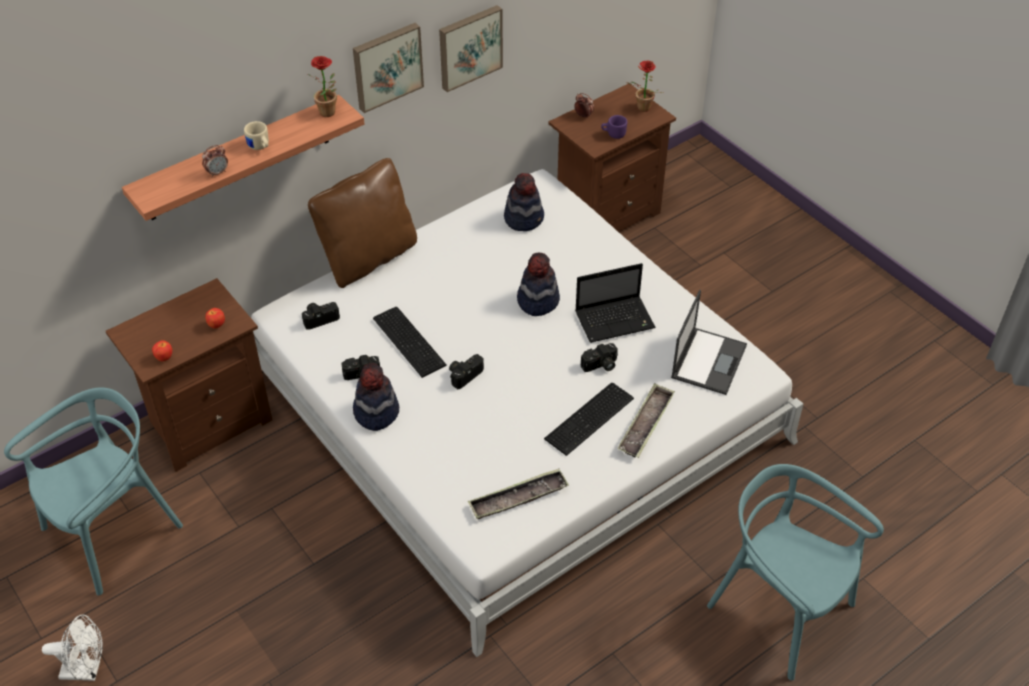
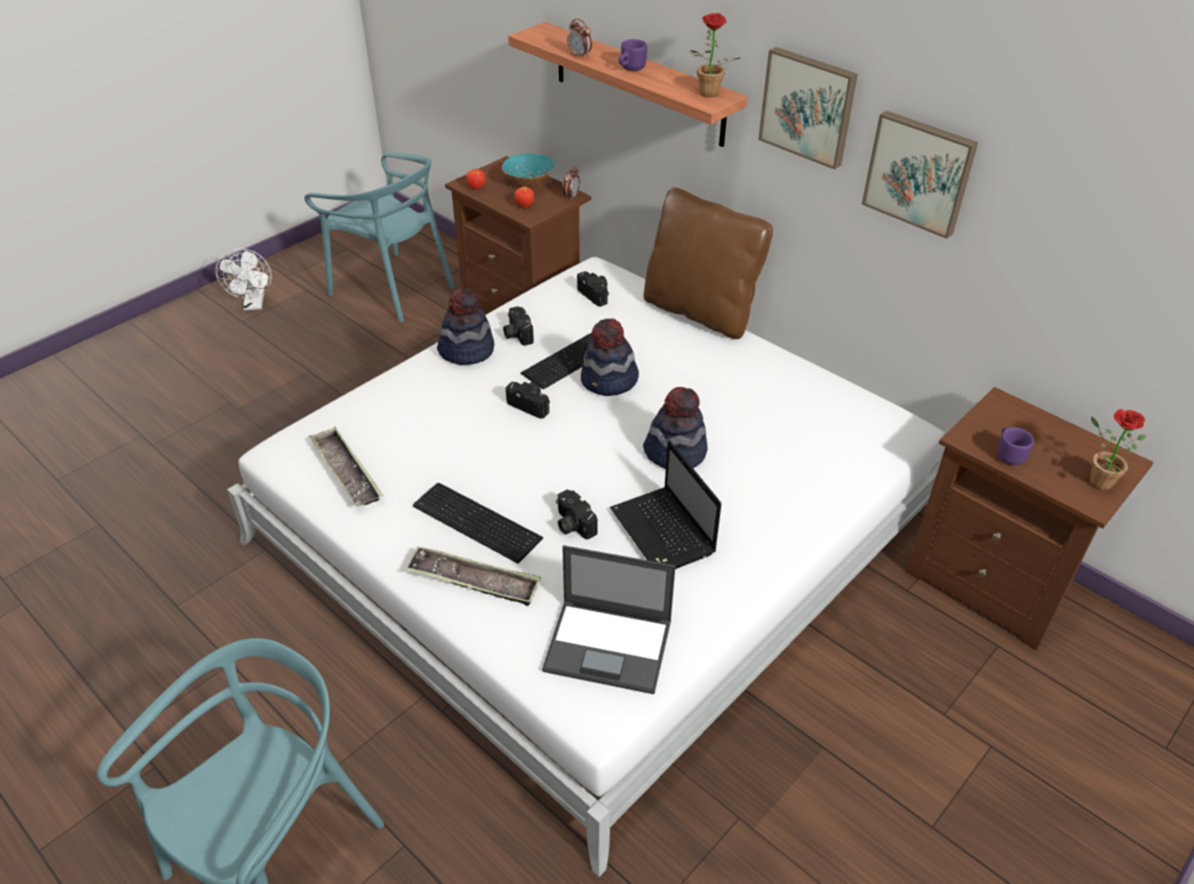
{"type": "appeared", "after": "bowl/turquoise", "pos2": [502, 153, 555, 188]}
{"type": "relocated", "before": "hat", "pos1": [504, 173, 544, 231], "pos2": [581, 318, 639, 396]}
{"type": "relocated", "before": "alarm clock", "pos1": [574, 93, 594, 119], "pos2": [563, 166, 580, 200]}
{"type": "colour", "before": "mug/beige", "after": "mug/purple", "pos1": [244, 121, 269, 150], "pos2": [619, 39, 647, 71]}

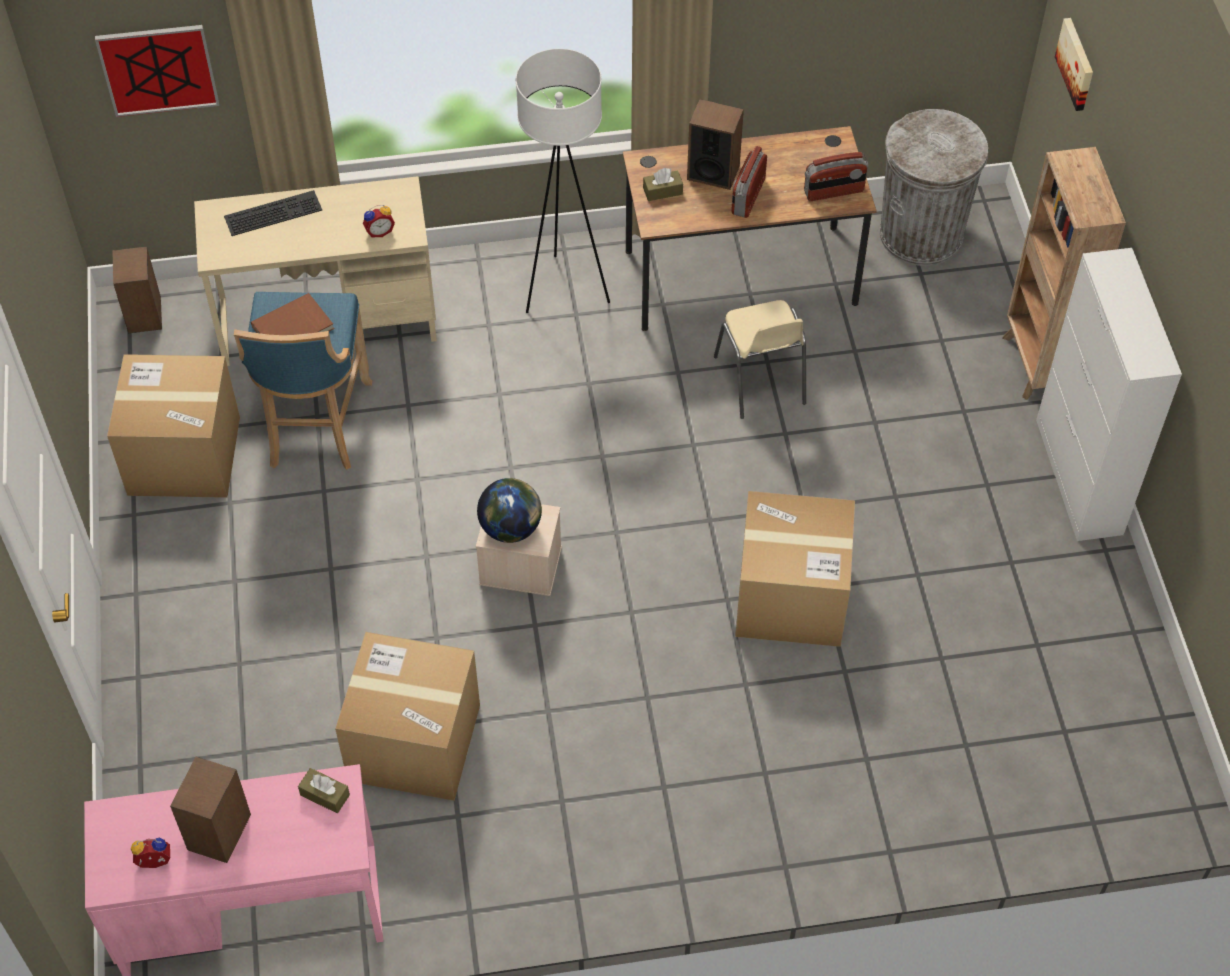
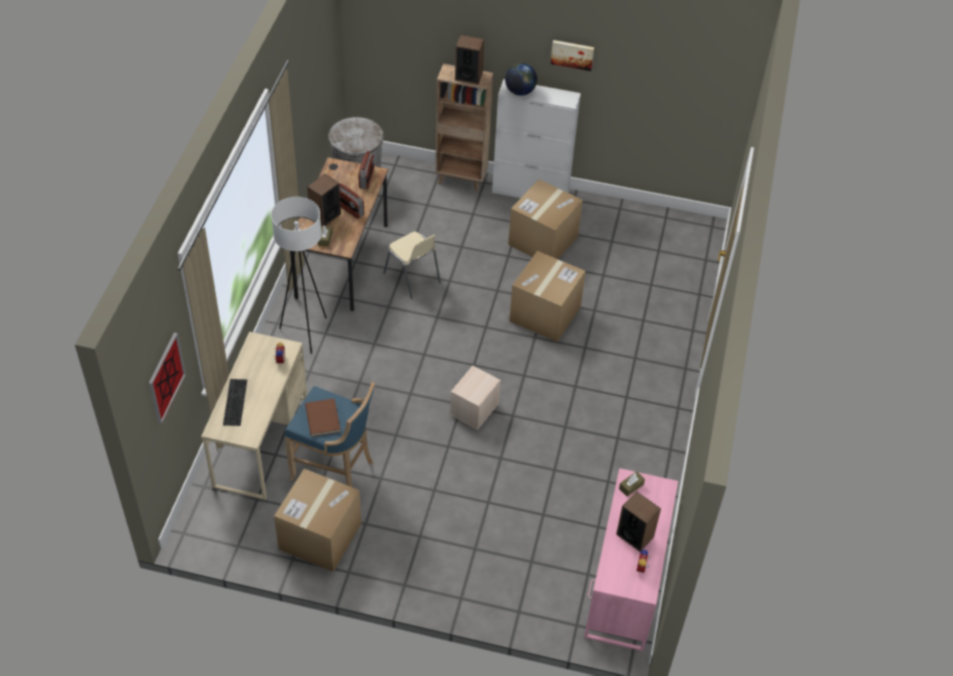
{"type": "relocated", "before": "speaker", "pos1": [112, 247, 162, 333], "pos2": [455, 35, 484, 84]}
{"type": "relocated", "before": "cardboard box", "pos1": [335, 632, 480, 801], "pos2": [508, 179, 583, 259]}
{"type": "relocated", "before": "globe", "pos1": [477, 478, 542, 543], "pos2": [505, 63, 537, 96]}
{"type": "relocated", "before": "picture", "pos1": [1055, 18, 1093, 111], "pos2": [551, 40, 594, 71]}
{"type": "spun", "before": "chair/beige", "pos1": [714, 300, 806, 419], "pos2": [384, 232, 441, 299], "turn": 45}

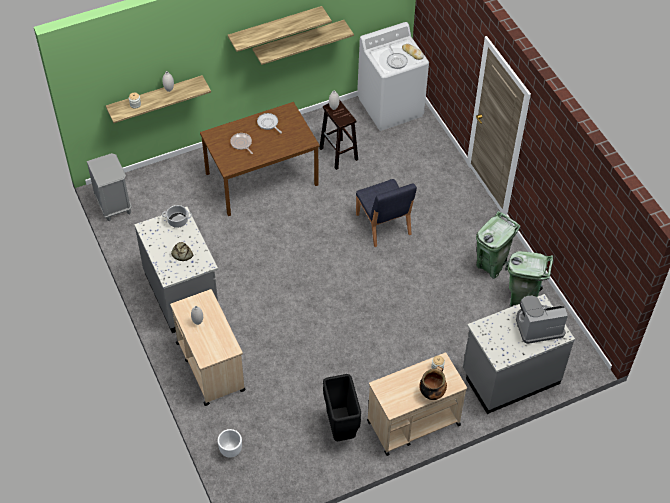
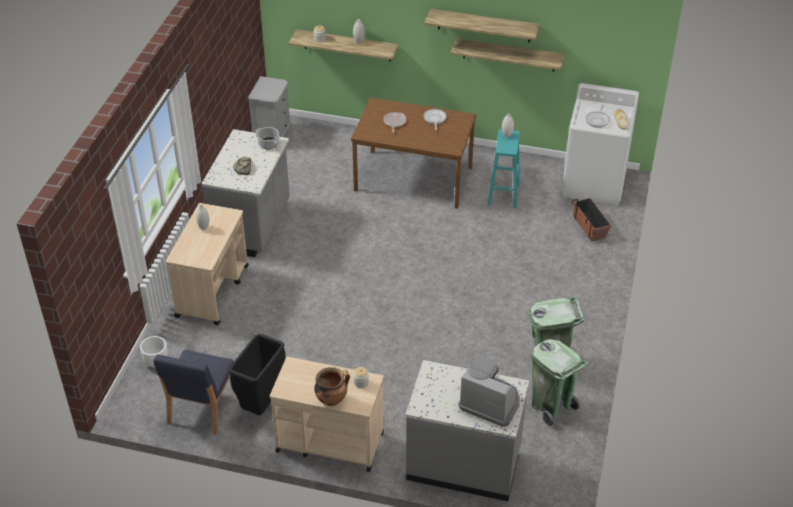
{"type": "appeared", "after": "planter", "pos2": [572, 198, 611, 241]}
{"type": "relocated", "before": "chair/blue", "pos1": [356, 179, 417, 247], "pos2": [153, 350, 235, 435]}
{"type": "colour", "before": "stool/brown", "after": "stool/turquoise", "pos1": [319, 100, 358, 170], "pos2": [487, 129, 520, 208]}

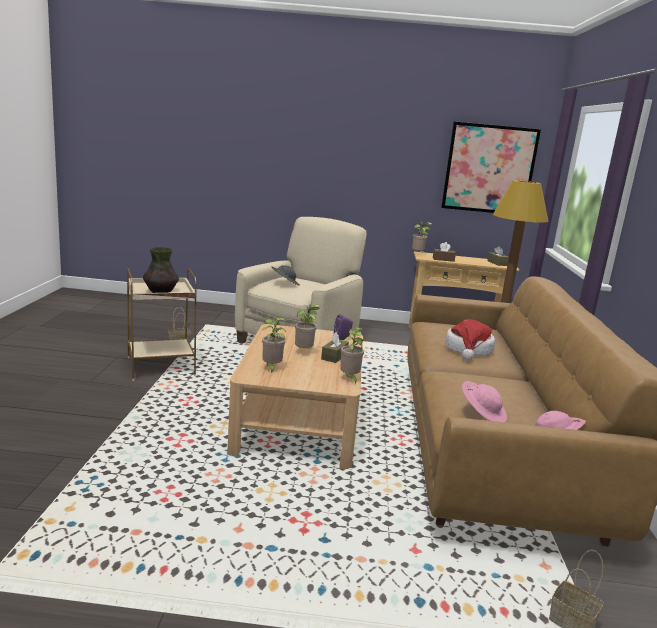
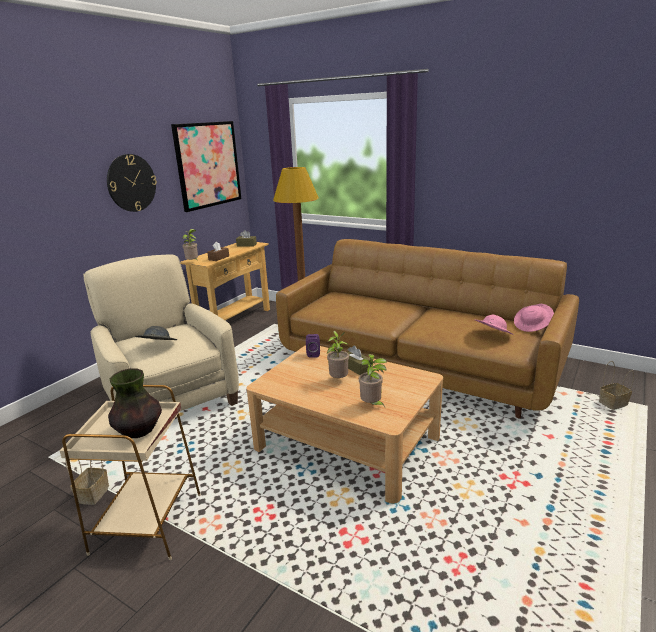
{"type": "missing", "before": "potted plant", "pos1": [340, 327, 364, 384]}
{"type": "missing", "before": "hat", "pos1": [445, 319, 495, 360]}
{"type": "appeared", "after": "wall clock", "pos2": [107, 154, 157, 212]}

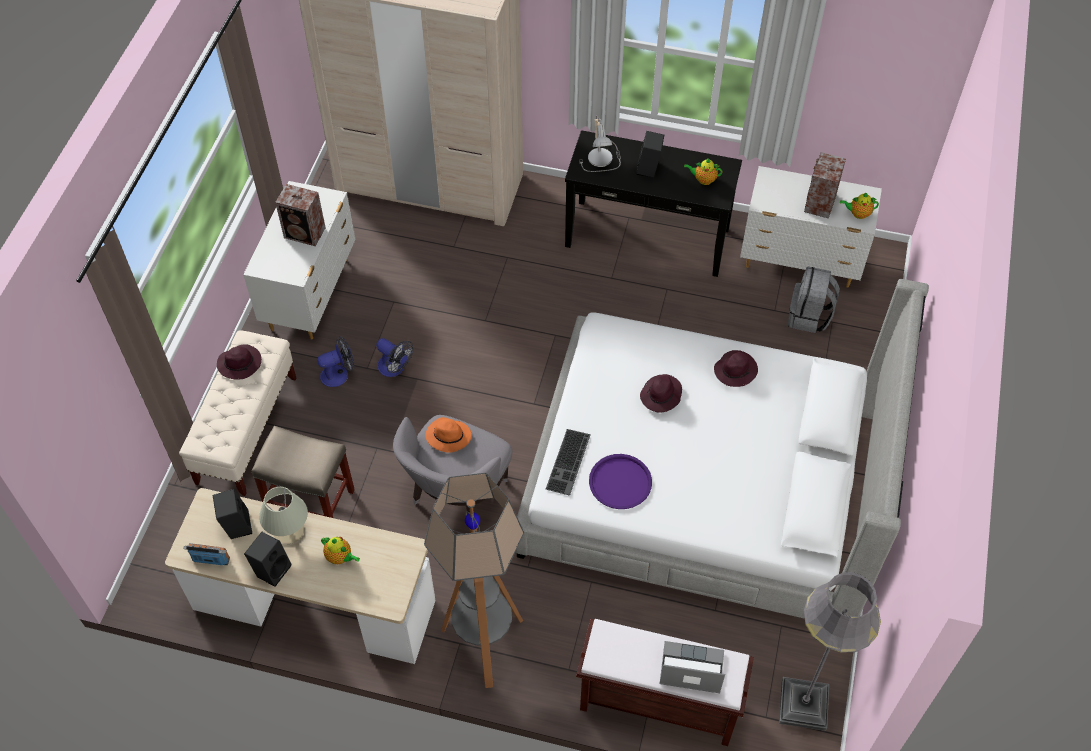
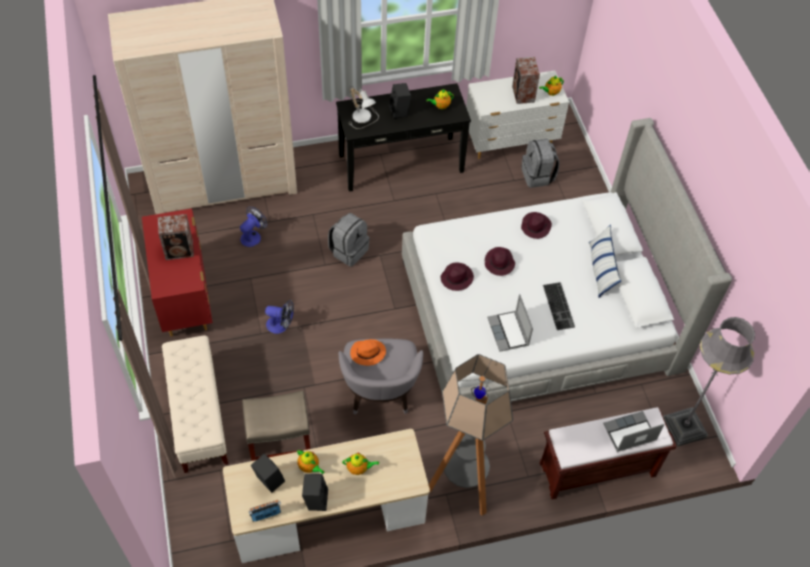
{"type": "appeared", "after": "backpack/grey", "pos2": [328, 213, 370, 267]}
{"type": "appeared", "after": "pillow", "pos2": [589, 225, 621, 298]}
{"type": "relocated", "before": "hat/purple", "pos1": [217, 344, 262, 380], "pos2": [441, 263, 474, 291]}
{"type": "relocated", "before": "fan", "pos1": [317, 336, 354, 387], "pos2": [240, 207, 267, 247]}
{"type": "relocated", "before": "keyboard", "pos1": [546, 429, 591, 495], "pos2": [543, 282, 575, 330]}
{"type": "exchanged", "before": "table lamp/beige", "after": "teapot", "pos1": [259, 487, 308, 544], "pos2": [297, 450, 324, 474]}
{"type": "exchanged", "before": "tray/purple", "after": "laptop", "pos1": [589, 454, 652, 509], "pos2": [487, 294, 533, 352]}
{"type": "colour", "before": "dresser/white", "after": "dresser/red", "pos1": [243, 181, 356, 340], "pos2": [142, 208, 213, 337]}

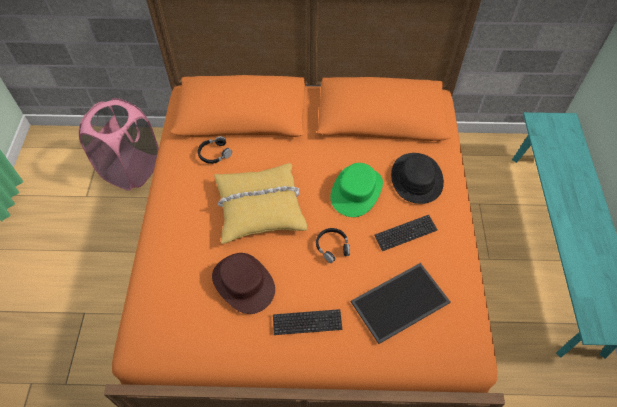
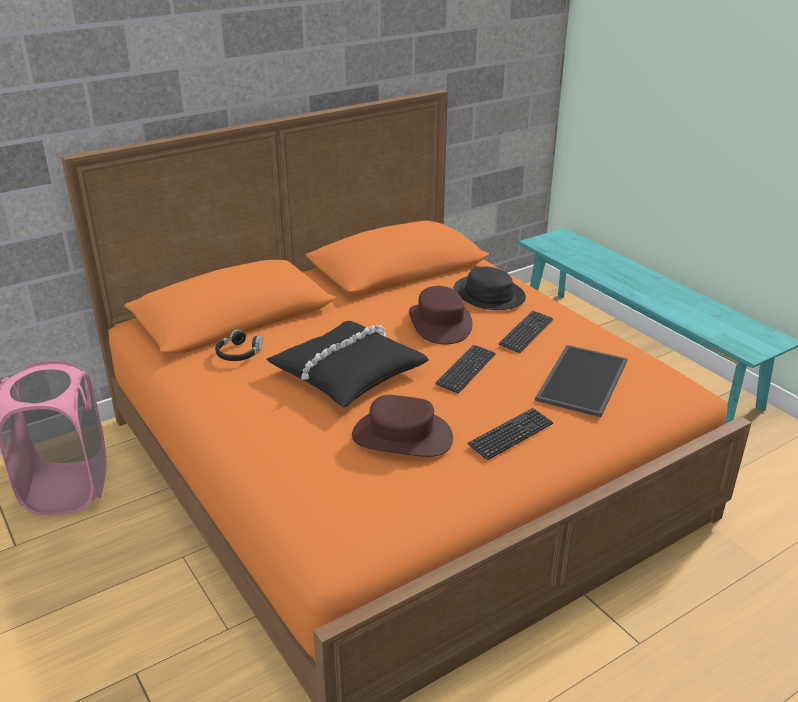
{"type": "exchanged", "before": "headphones/black", "after": "keyboard", "pos1": [316, 228, 350, 263], "pos2": [435, 345, 495, 394]}
{"type": "colour", "before": "pillow/yellow", "after": "pillow/black", "pos1": [214, 163, 307, 244], "pos2": [266, 321, 429, 407]}
{"type": "colour", "before": "hat/green", "after": "hat/brown", "pos1": [330, 163, 383, 217], "pos2": [409, 286, 473, 344]}

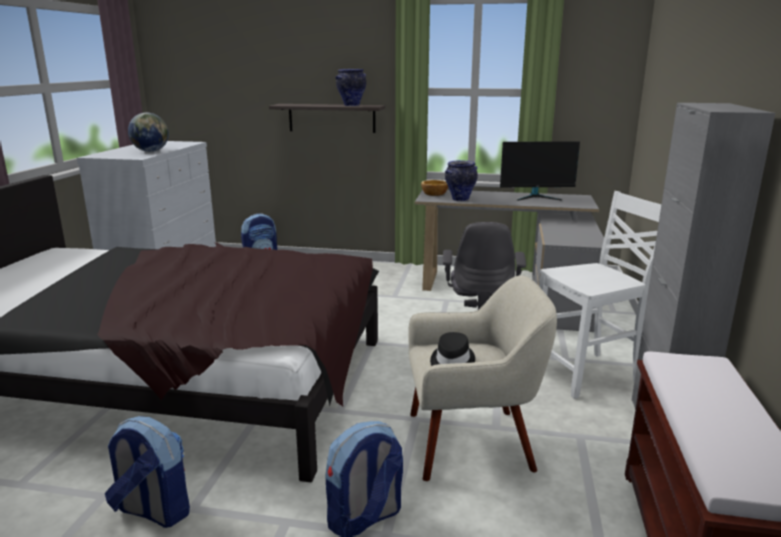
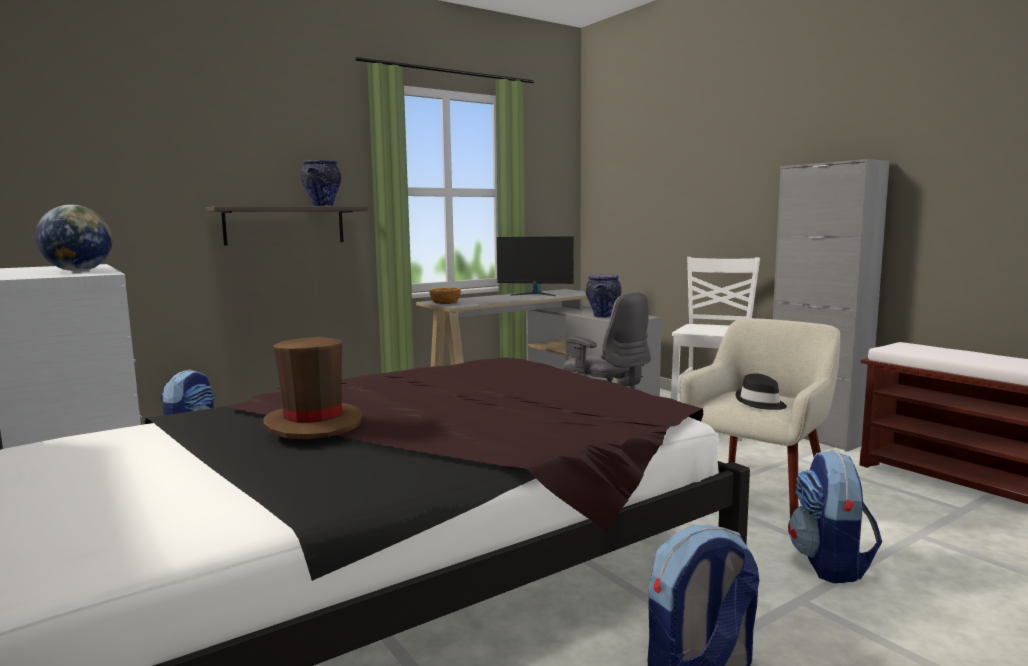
{"type": "appeared", "after": "hat/brown", "pos2": [264, 337, 363, 439]}
{"type": "relocated", "before": "vase", "pos1": [445, 160, 478, 201], "pos2": [586, 275, 621, 318]}
{"type": "spun", "before": "monitor", "pos1": [500, 141, 580, 201], "pos2": [497, 236, 574, 296], "turn": 60}

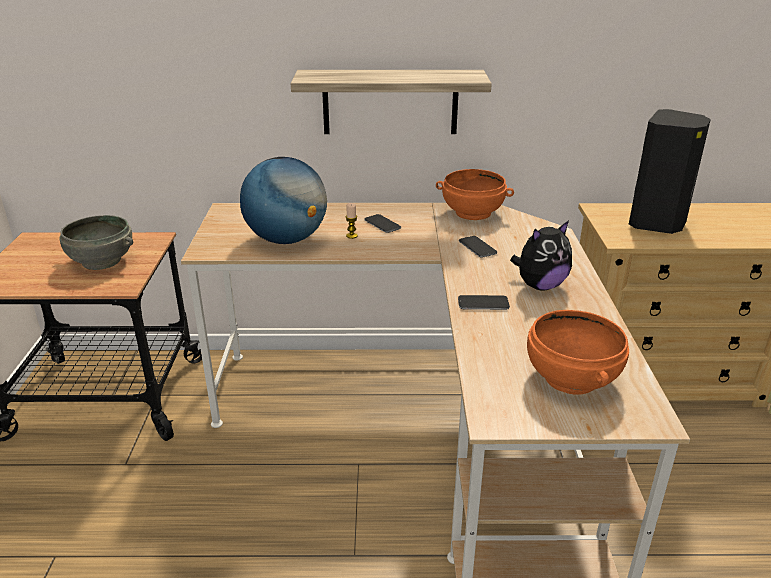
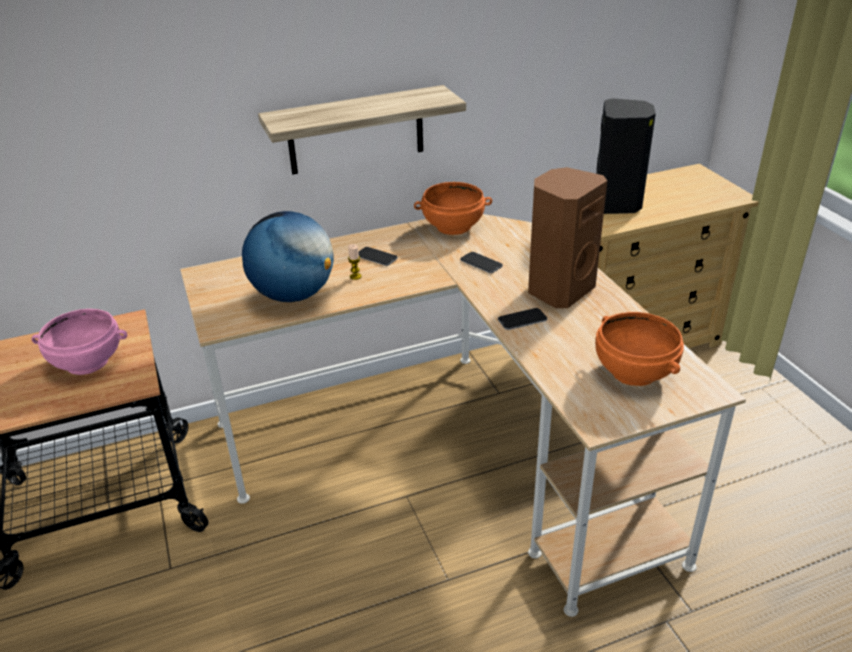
{"type": "exchanged", "before": "plush toy", "after": "speaker/brown", "pos1": [510, 221, 572, 290], "pos2": [528, 167, 607, 308]}
{"type": "colour", "before": "bowl/grey", "after": "bowl/pink", "pos1": [59, 215, 133, 270], "pos2": [31, 309, 127, 375]}

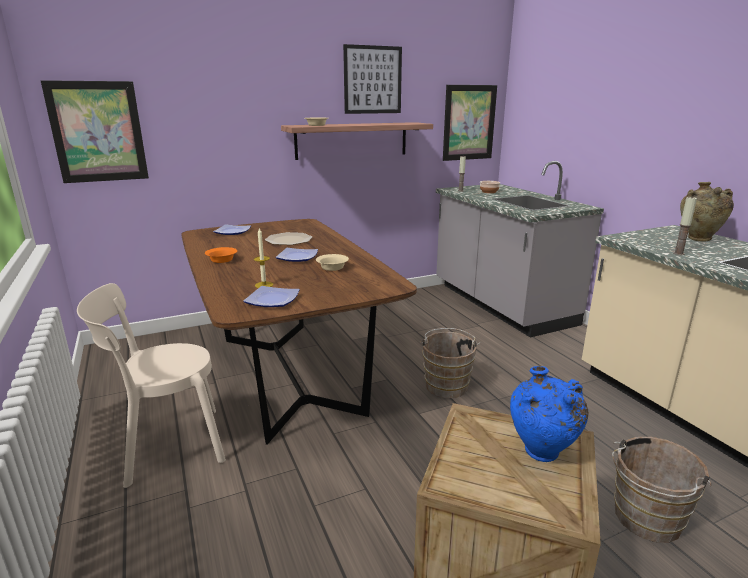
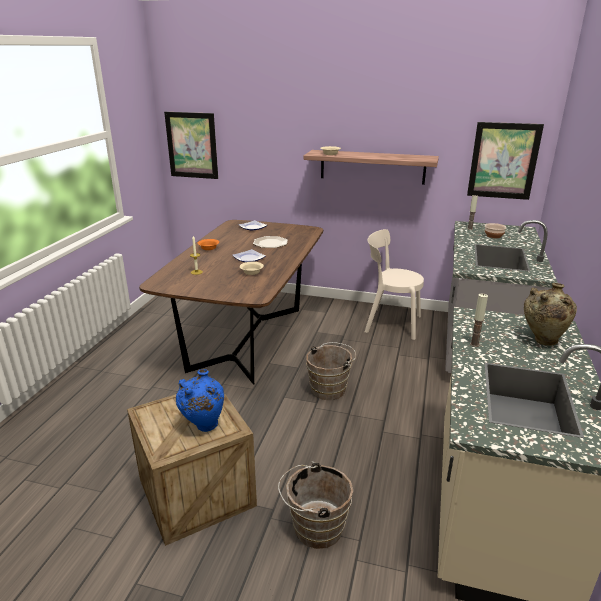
{"type": "missing", "before": "plate", "pos1": [243, 286, 300, 307]}
{"type": "missing", "before": "picture", "pos1": [343, 44, 402, 114]}
{"type": "relocated", "before": "chair/beige", "pos1": [77, 283, 226, 488], "pos2": [365, 229, 424, 340]}

